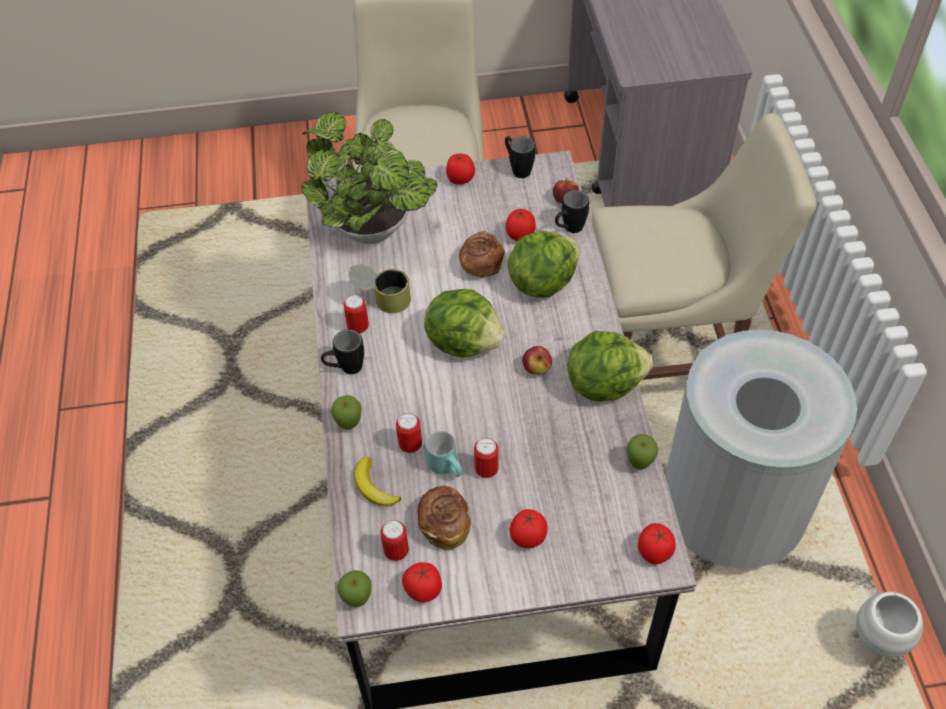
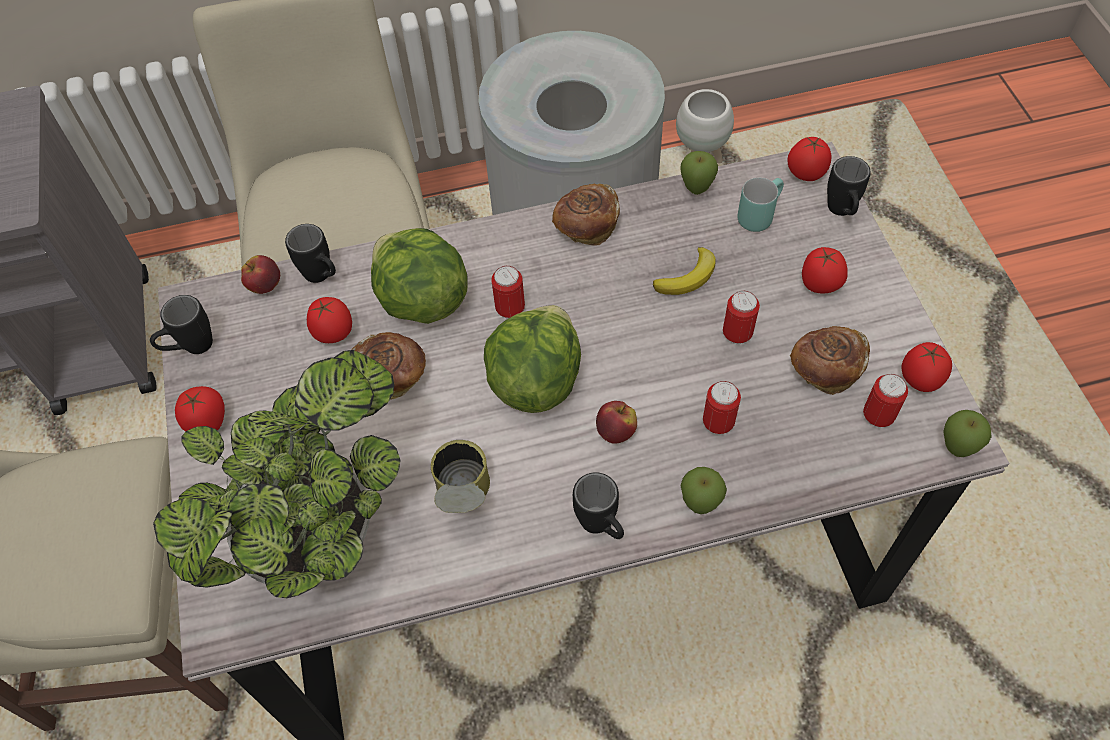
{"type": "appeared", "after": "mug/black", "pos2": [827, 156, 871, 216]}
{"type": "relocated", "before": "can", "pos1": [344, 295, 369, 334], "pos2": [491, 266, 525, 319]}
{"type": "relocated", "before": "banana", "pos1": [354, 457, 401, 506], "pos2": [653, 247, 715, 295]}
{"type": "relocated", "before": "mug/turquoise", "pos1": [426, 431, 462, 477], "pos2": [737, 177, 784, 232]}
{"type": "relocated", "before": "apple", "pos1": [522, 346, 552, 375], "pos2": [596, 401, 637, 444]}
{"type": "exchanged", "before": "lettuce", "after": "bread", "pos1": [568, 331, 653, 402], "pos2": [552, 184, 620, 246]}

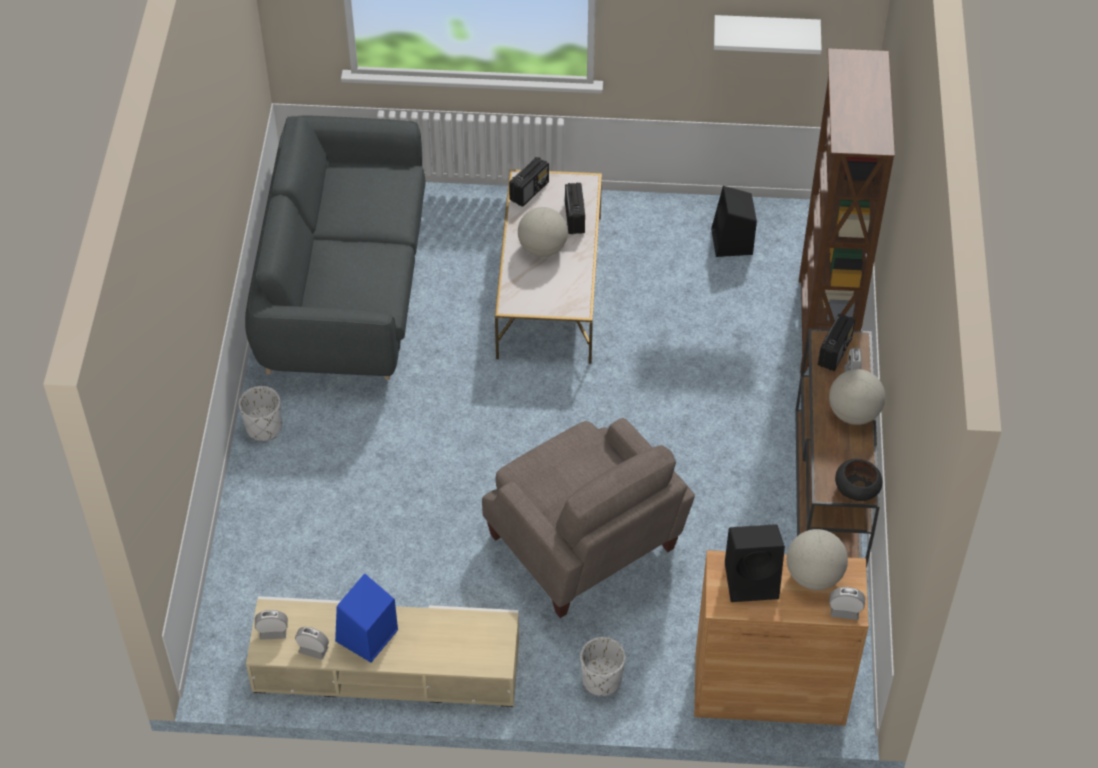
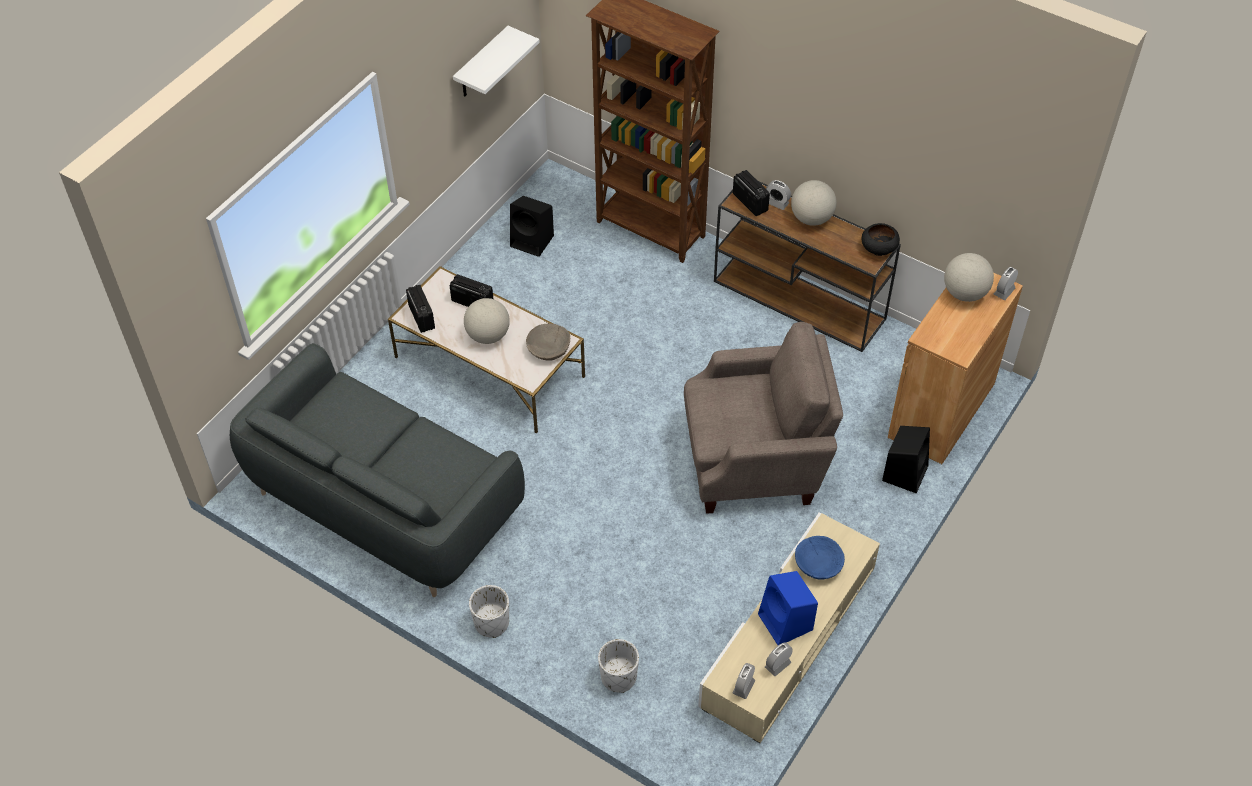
{"type": "appeared", "after": "bowl/beige", "pos2": [526, 323, 571, 361]}
{"type": "appeared", "after": "bowl/blue", "pos2": [795, 536, 845, 580]}
{"type": "relocated", "before": "planter/white", "pos1": [580, 637, 626, 696], "pos2": [598, 639, 639, 693]}
{"type": "relocated", "before": "speaker/black", "pos1": [725, 524, 785, 602], "pos2": [882, 426, 930, 493]}

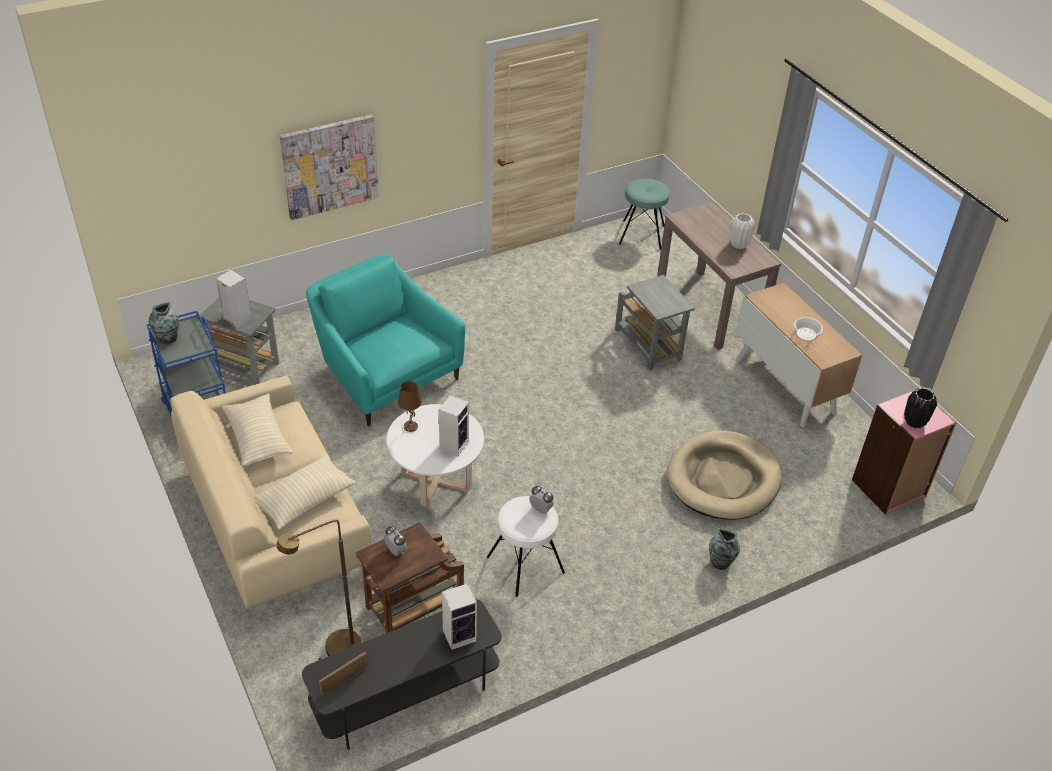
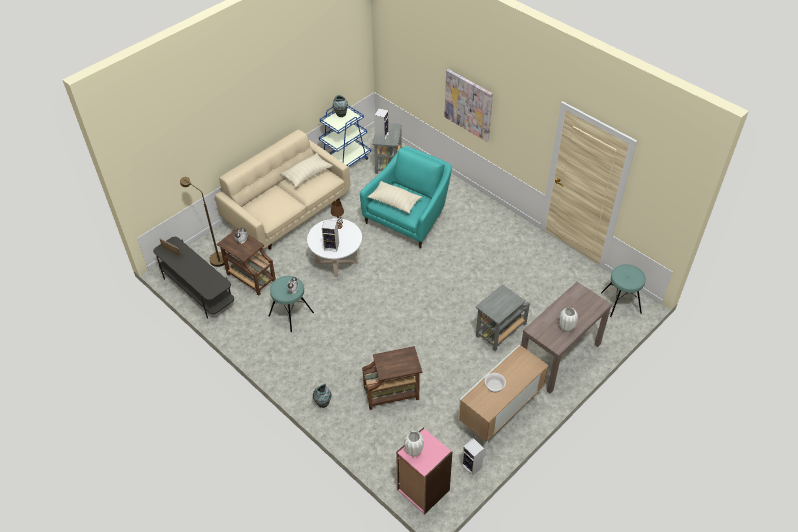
{"type": "relocated", "before": "pillow/beige", "pos1": [253, 454, 356, 530], "pos2": [368, 181, 422, 213]}
{"type": "relocated", "before": "speaker", "pos1": [442, 583, 477, 650], "pos2": [462, 438, 485, 475]}
{"type": "exchanged", "before": "dog bed/beige", "after": "side table/brown", "pos1": [666, 430, 782, 520], "pos2": [362, 346, 422, 410]}
{"type": "colour", "before": "stool/white", "after": "stool/turquoise", "pos1": [487, 496, 565, 597], "pos2": [269, 276, 314, 332]}
{"type": "colour", "before": "vase/black", "after": "vase/white", "pos1": [904, 388, 937, 428], "pos2": [404, 431, 424, 457]}

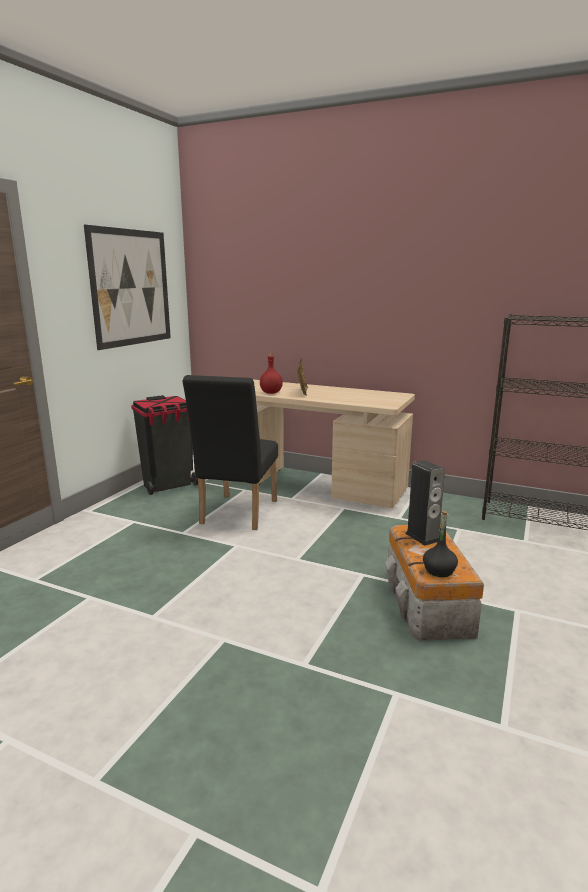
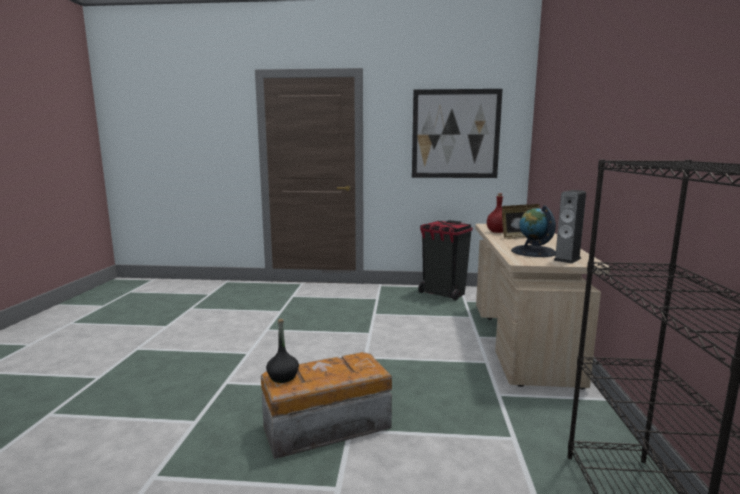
{"type": "missing", "before": "chair/black", "pos1": [183, 375, 278, 530]}
{"type": "appeared", "after": "globe", "pos2": [511, 205, 556, 257]}
{"type": "relocated", "before": "speaker", "pos1": [405, 460, 445, 546], "pos2": [553, 190, 586, 264]}

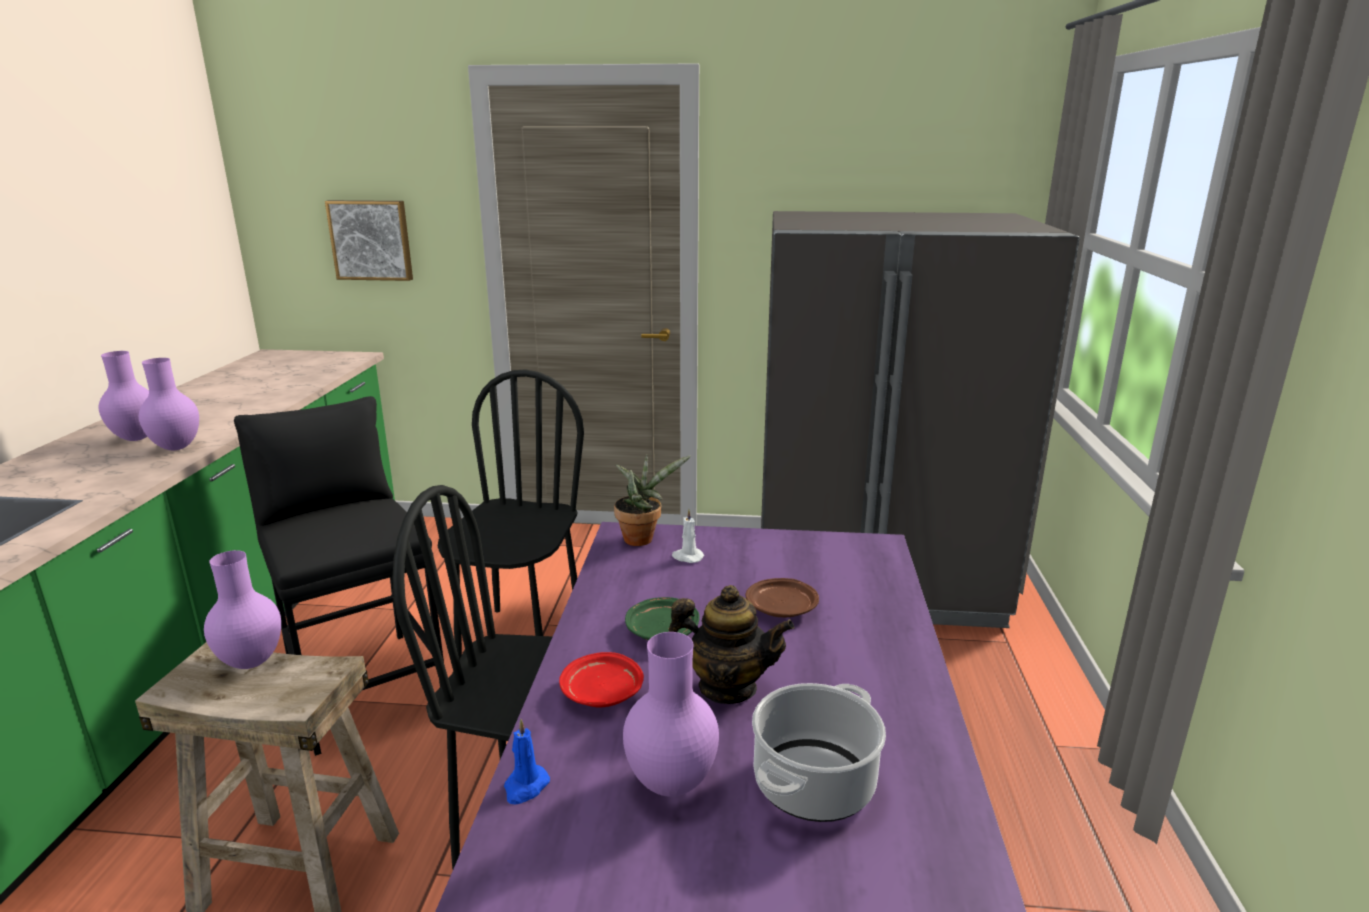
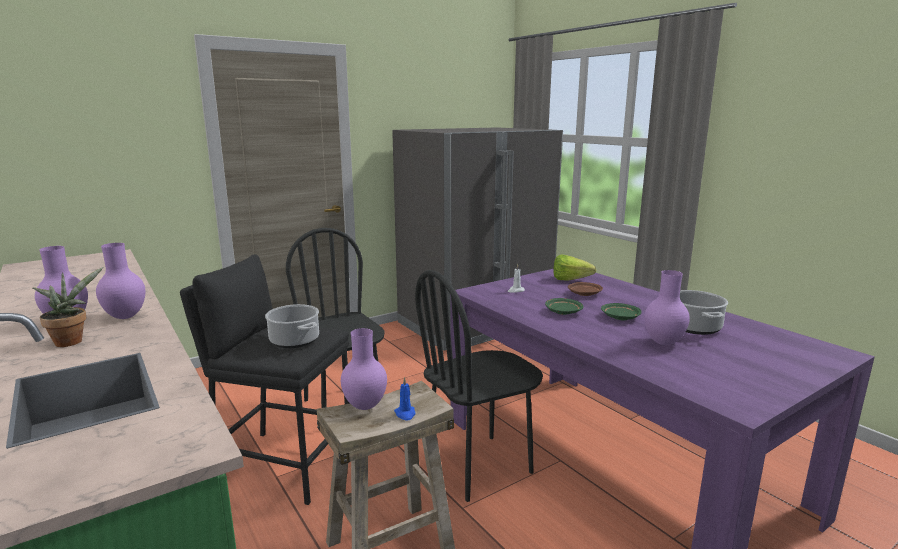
{"type": "missing", "before": "picture", "pos1": [325, 200, 413, 281]}
{"type": "missing", "before": "plate/red", "pos1": [559, 652, 644, 707]}
{"type": "appeared", "after": "cooking pot", "pos2": [265, 304, 319, 348]}
{"type": "appeared", "after": "lettuce", "pos2": [553, 255, 596, 280]}
{"type": "relocated", "before": "candle/blue", "pos1": [504, 719, 550, 805], "pos2": [394, 377, 416, 421]}
{"type": "relocated", "before": "potted plant", "pos1": [614, 454, 691, 546], "pos2": [32, 267, 103, 347]}
{"type": "exchanged", "before": "teapot", "after": "plate/green", "pos1": [669, 585, 794, 704], "pos2": [601, 303, 642, 320]}

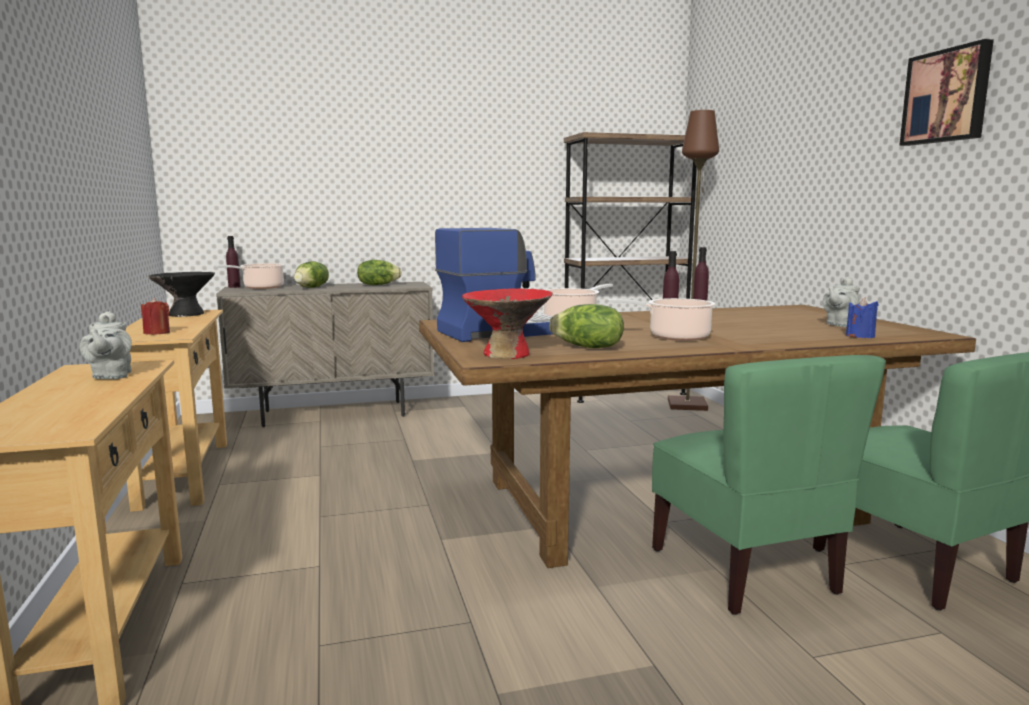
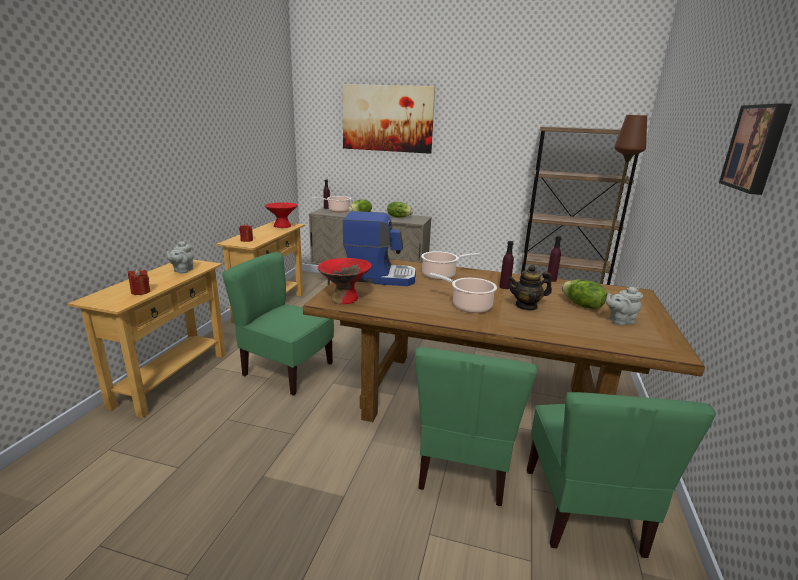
{"type": "missing", "before": "candle/blue", "pos1": [846, 297, 879, 338]}
{"type": "appeared", "after": "candle/red", "pos2": [128, 269, 150, 295]}
{"type": "appeared", "after": "chair/green", "pos2": [222, 252, 334, 395]}
{"type": "appeared", "after": "picture", "pos2": [342, 84, 435, 154]}
{"type": "appeared", "after": "teapot", "pos2": [508, 265, 552, 311]}
{"type": "relocated", "before": "lettuce", "pos1": [549, 304, 624, 348], "pos2": [561, 279, 607, 309]}
{"type": "colour", "before": "bowl/black", "after": "bowl/red", "pos1": [148, 272, 215, 317], "pos2": [265, 202, 298, 228]}

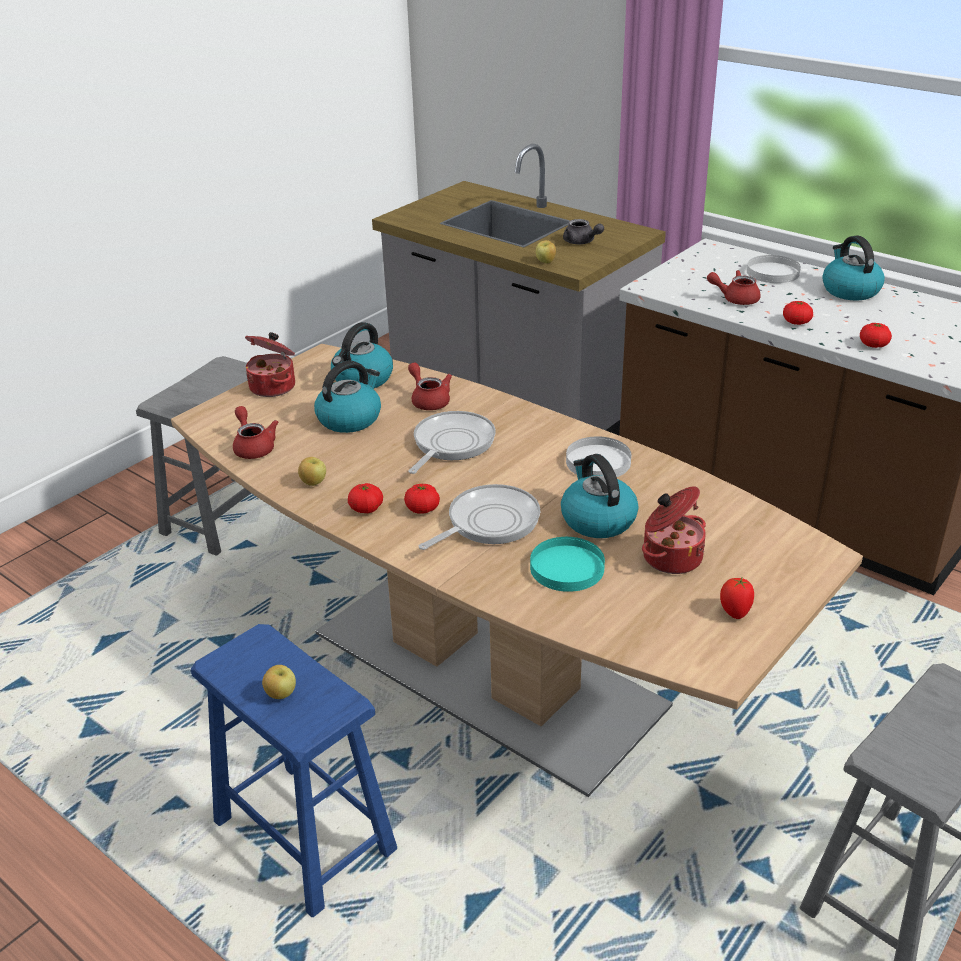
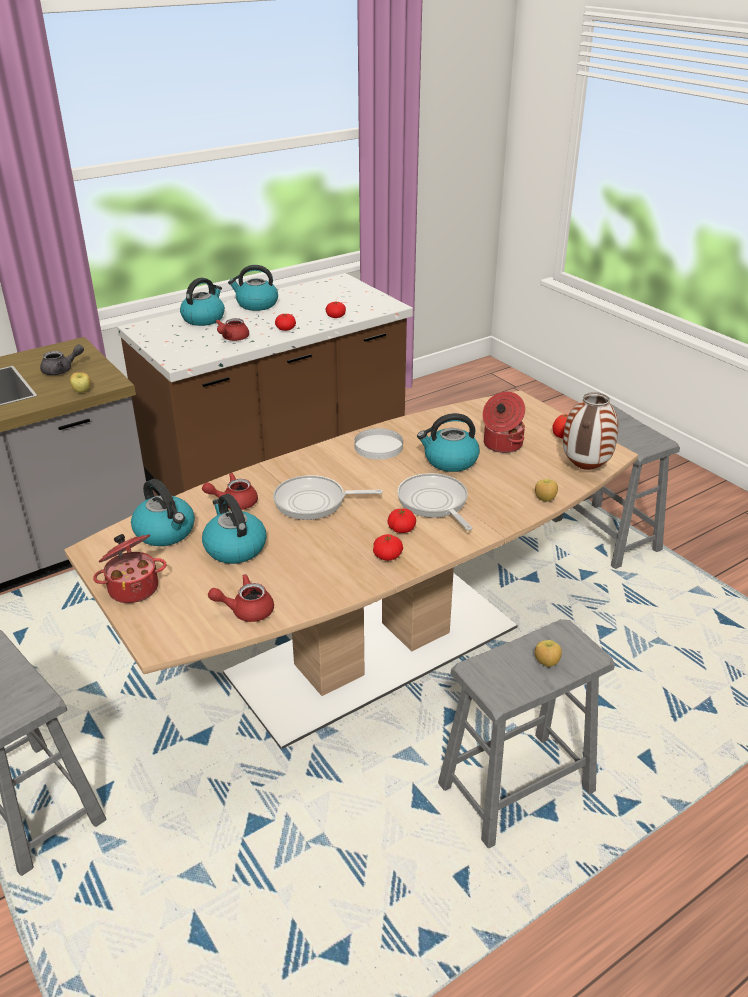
{"type": "missing", "before": "plate/turquoise", "pos1": [530, 537, 605, 592]}
{"type": "appeared", "after": "vase", "pos2": [563, 392, 619, 470]}
{"type": "relocated", "before": "apple", "pos1": [298, 457, 326, 486], "pos2": [535, 479, 558, 502]}
{"type": "exchanged", "before": "plate/white", "after": "kettle", "pos1": [747, 255, 801, 283], "pos2": [180, 278, 225, 326]}
{"type": "colour", "before": "stool/blue", "after": "stool/grey", "pos1": [191, 624, 397, 917], "pos2": [438, 619, 615, 848]}
{"type": "spun", "before": "frying pan", "pos1": [408, 411, 496, 474], "pos2": [273, 475, 383, 520], "turn": -45}

